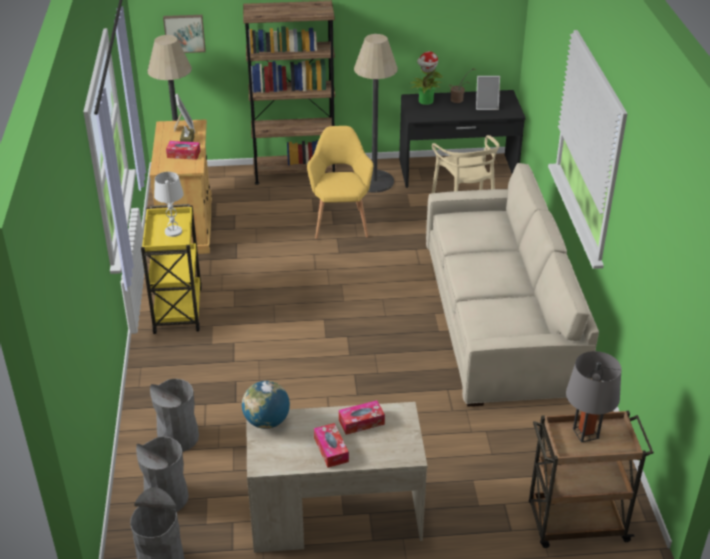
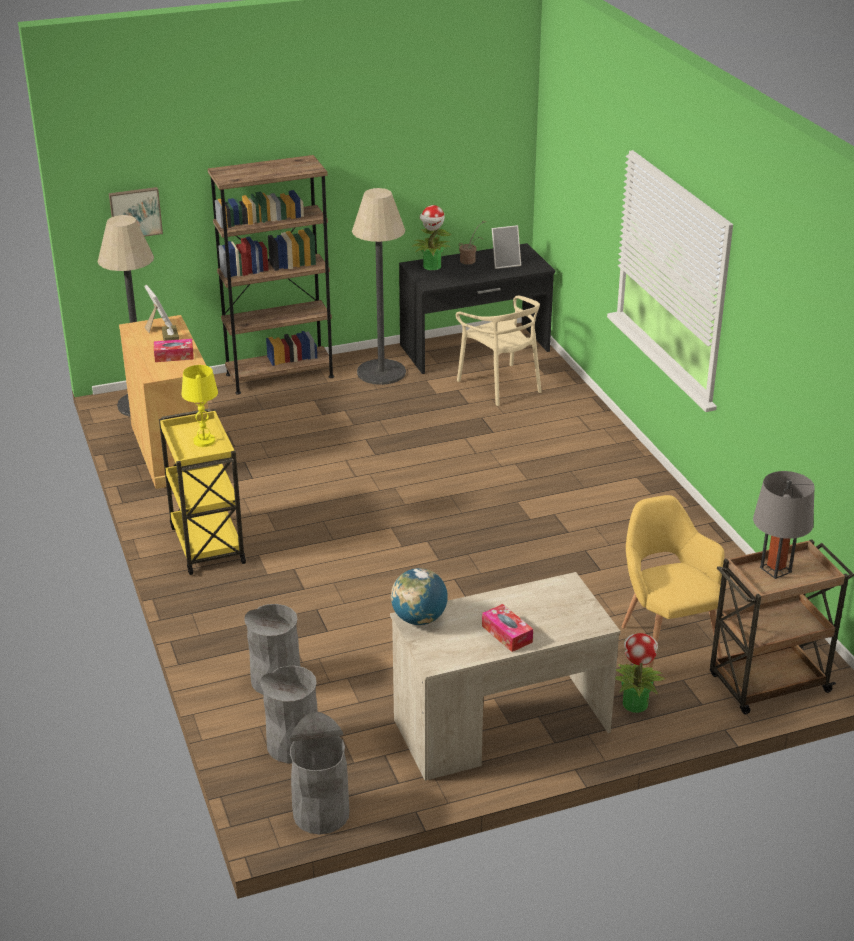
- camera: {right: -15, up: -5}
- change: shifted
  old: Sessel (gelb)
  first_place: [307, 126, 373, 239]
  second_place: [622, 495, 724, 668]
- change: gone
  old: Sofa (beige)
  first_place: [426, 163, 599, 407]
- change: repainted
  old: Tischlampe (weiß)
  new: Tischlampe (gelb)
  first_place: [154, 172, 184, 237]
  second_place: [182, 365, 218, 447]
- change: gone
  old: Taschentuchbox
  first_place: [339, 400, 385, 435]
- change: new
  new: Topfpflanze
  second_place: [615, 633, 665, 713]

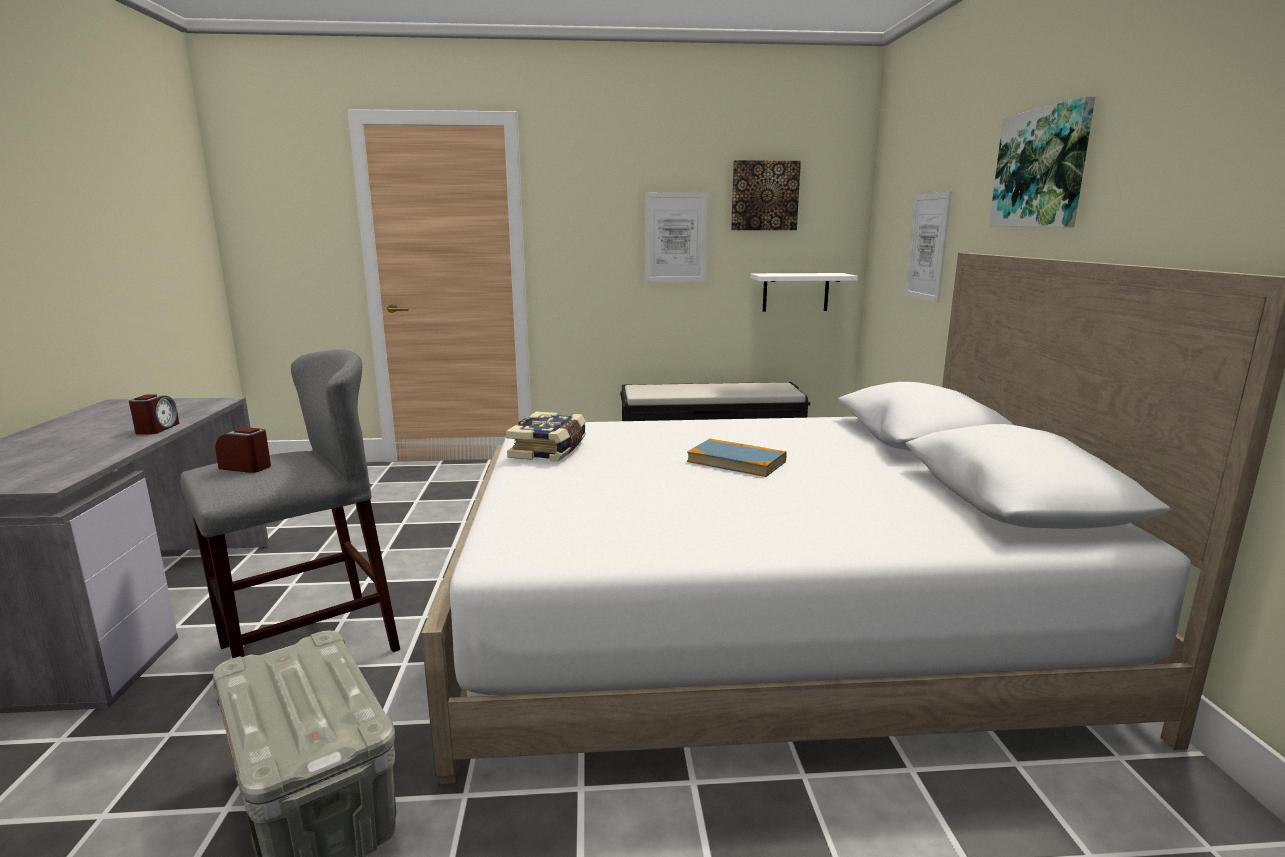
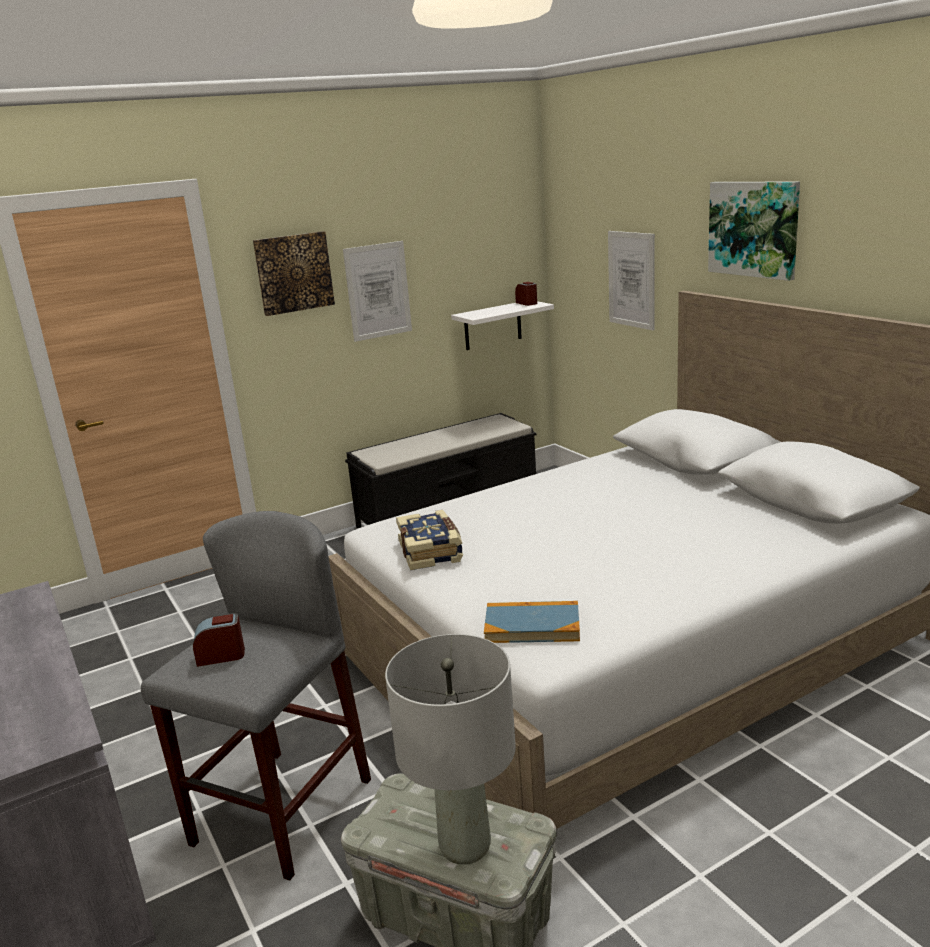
- camera: {right: -25, up: 5}
- change: shifted
  old: Bild
  first_place: [731, 160, 801, 230]
  second_place: [253, 231, 335, 316]
- change: shifted
  old: Wecker
  first_place: [129, 394, 179, 435]
  second_place: [515, 282, 537, 306]
- change: shifted
  old: Buch
  first_place: [687, 439, 787, 477]
  second_place: [484, 601, 580, 643]
- change: new
  new: Tischlampe (grau)
  second_place: [385, 634, 516, 865]

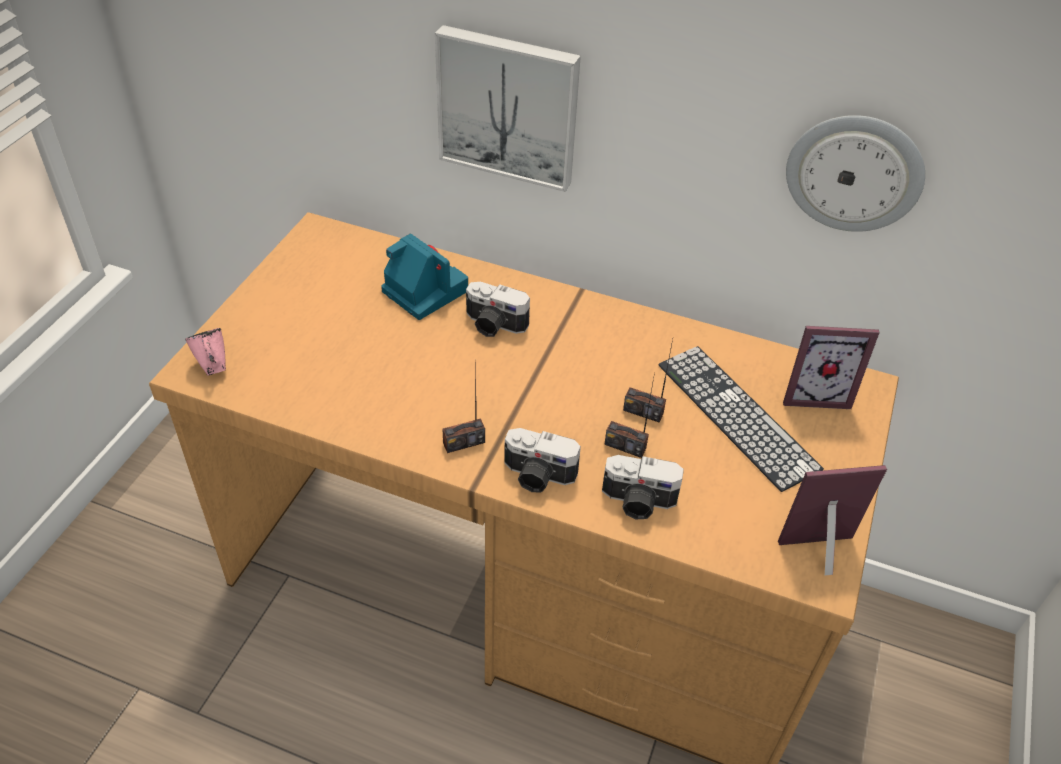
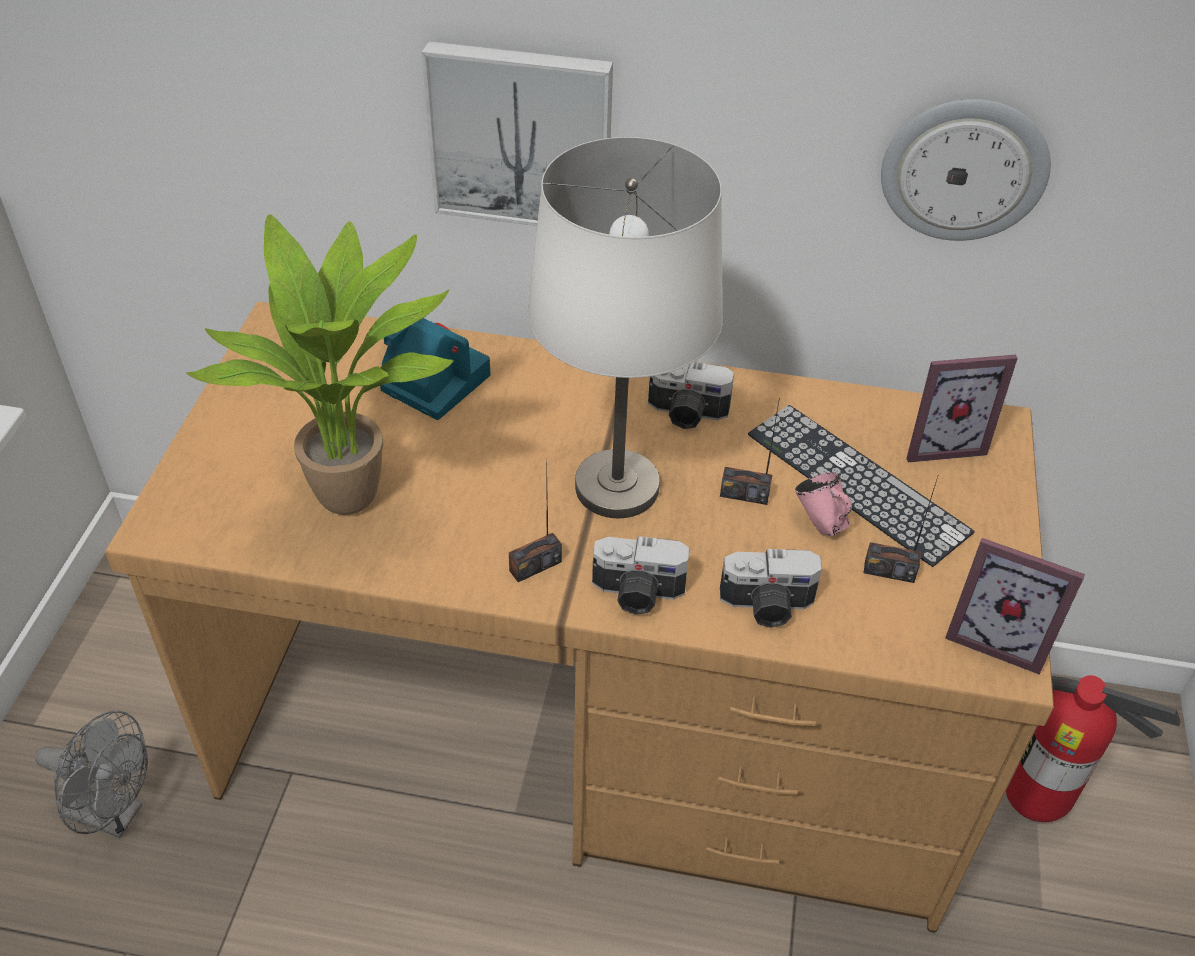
- camera: {right: -10, up: 0}
- change: shifted
  old: Kamera
  first_place: [466, 282, 530, 337]
  second_place: [648, 362, 734, 429]
- change: shifted
  old: Henkelbecher (rosa)
  first_place: [185, 328, 226, 376]
  second_place: [795, 472, 852, 536]
- change: shifted
  old: Radio
  first_place: [604, 372, 655, 458]
  second_place: [864, 477, 938, 583]
- change: rotated
  old: Bilderrahmen
  first_place: [778, 465, 887, 575]
  second_place: [945, 538, 1085, 674]
  degrees: -135
- change: new
  new: Tischlampe (weiß)
  second_place: [528, 137, 723, 518]
- change: new
  new: Topfpflanze
  second_place: [186, 215, 454, 515]
- change: new
  new: Feuerlöscher
  second_place: [1006, 675, 1181, 822]
- change: new
  new: Ventilator (grau)
  second_place: [35, 711, 148, 838]

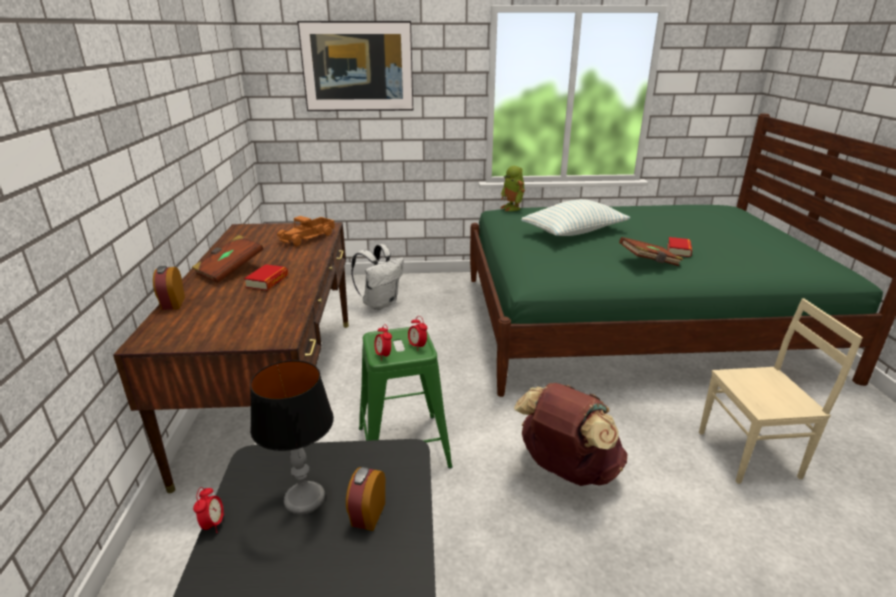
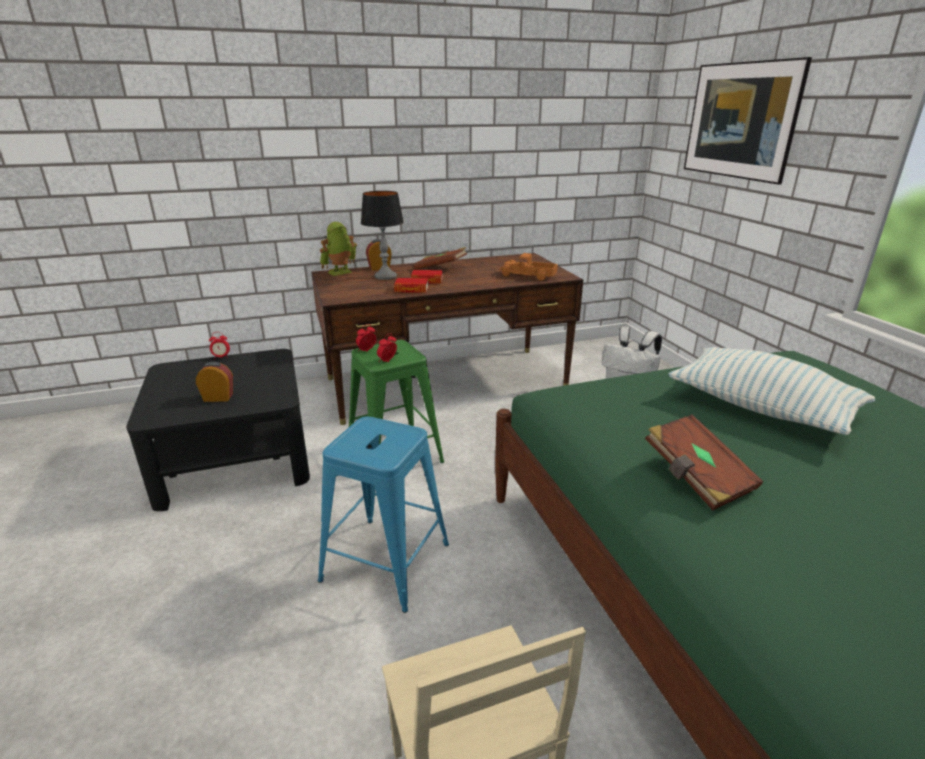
- camera: {right: 75, up: 0}
- change: shifted
  old: Spielzeugroboter
  first_place: [500, 166, 525, 211]
  second_place: [320, 222, 357, 276]
- change: shifted
  old: Buch
  first_place: [667, 237, 692, 257]
  second_place: [394, 278, 429, 293]
- change: shifted
  old: Tischlampe
  first_place: [250, 360, 334, 515]
  second_place: [361, 191, 404, 280]
- change: swapped
  old: Rucksack (braun)
  new: Hocker (blau)
  first_place: [514, 383, 627, 486]
  second_place: [318, 416, 449, 613]

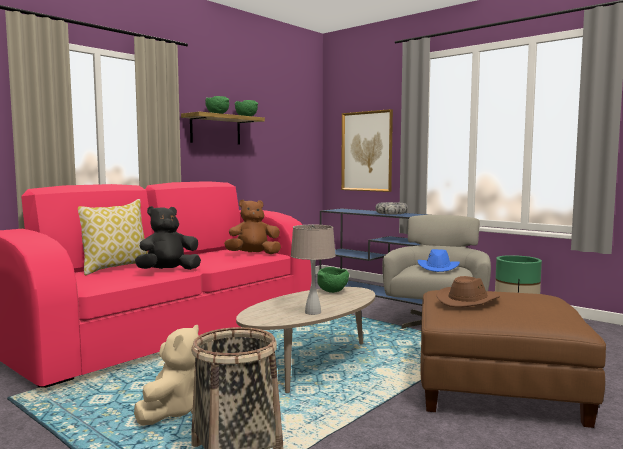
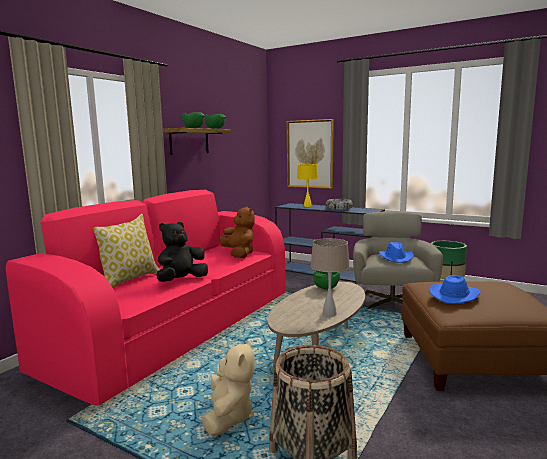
- camera: {right: -10, up: 5}
- change: rotated
  old: Plüschtier (braun)
  first_place: [224, 200, 281, 254]
  second_place: [219, 206, 255, 258]
  degrees: 90
- change: repainted
  old: Hut (braun)
  new: Hut (blau)
  first_place: [436, 276, 500, 307]
  second_place: [429, 275, 481, 304]
- change: new
  new: Tischlampe (gelb)
  second_place: [297, 163, 319, 207]

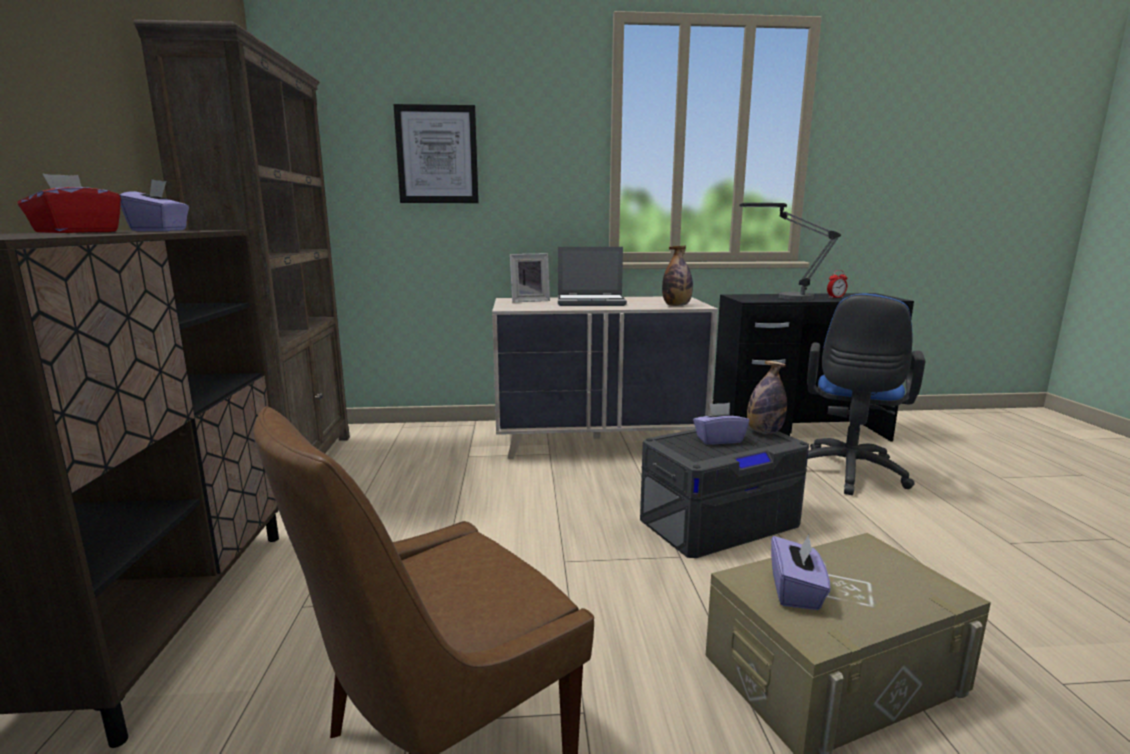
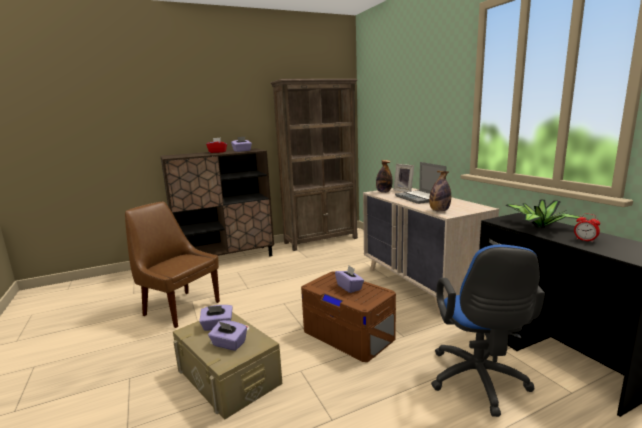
- camera: {right: 70, up: 0}
- change: gone
  old: Bild
  first_place: [393, 104, 479, 203]
- change: swapped
  old: Tischlampe
  new: Topfpflanze
  first_place: [740, 203, 841, 300]
  second_place: [505, 200, 587, 228]
- change: rotated
  old: Bürostuhl (blau)
  first_place: [807, 294, 925, 495]
  second_place: [431, 245, 545, 417]
  degrees: -90
- change: shifted
  old: Flasche
  first_place: [747, 361, 787, 434]
  second_place: [376, 160, 392, 193]
- change: repainted
  old: Aufbewahrungsbox (grau)
  new: Aufbewahrungsbox (braun)
  first_place: [640, 424, 809, 558]
  second_place: [301, 271, 396, 362]
- change: new
  new: Taschentuchbox (lila)
  second_place: [208, 320, 247, 351]

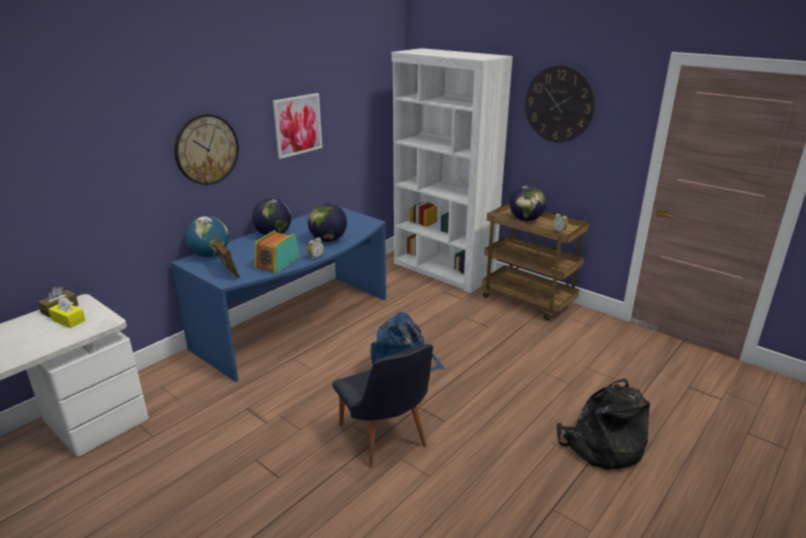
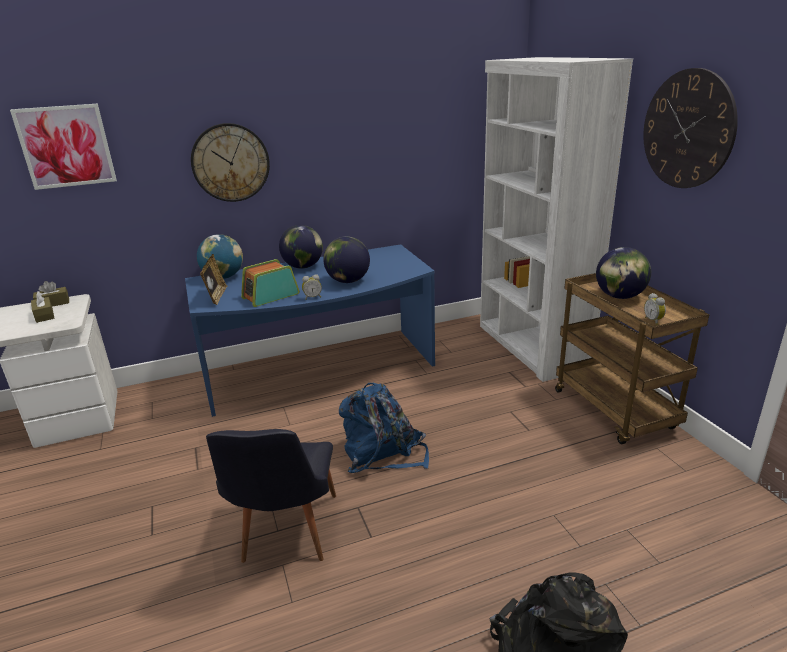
- camera: {right: 30, up: 0}
- change: shifted
  old: Bild
  first_place: [273, 93, 322, 159]
  second_place: [10, 104, 117, 190]
- change: repainted
  old: Taschentuchbox (gelb)
  new: Taschentuchbox (braun)
  first_place: [48, 297, 86, 328]
  second_place: [31, 291, 54, 323]

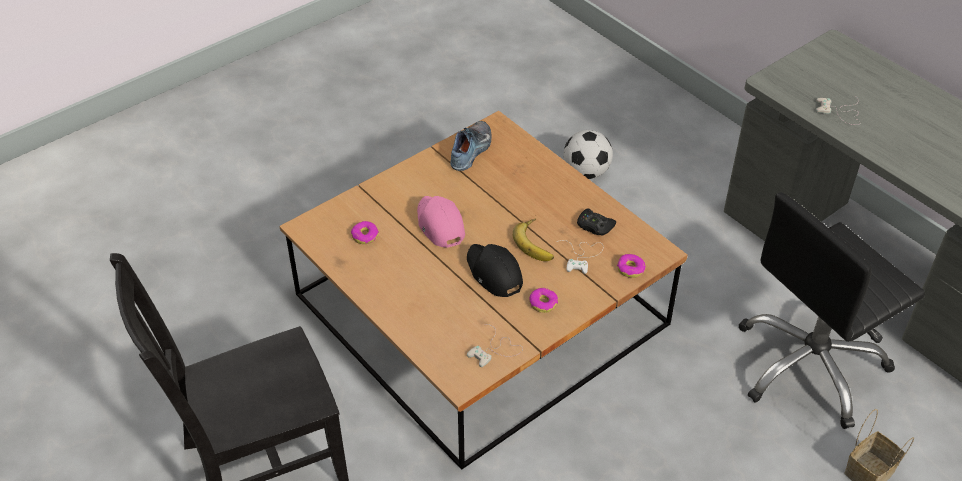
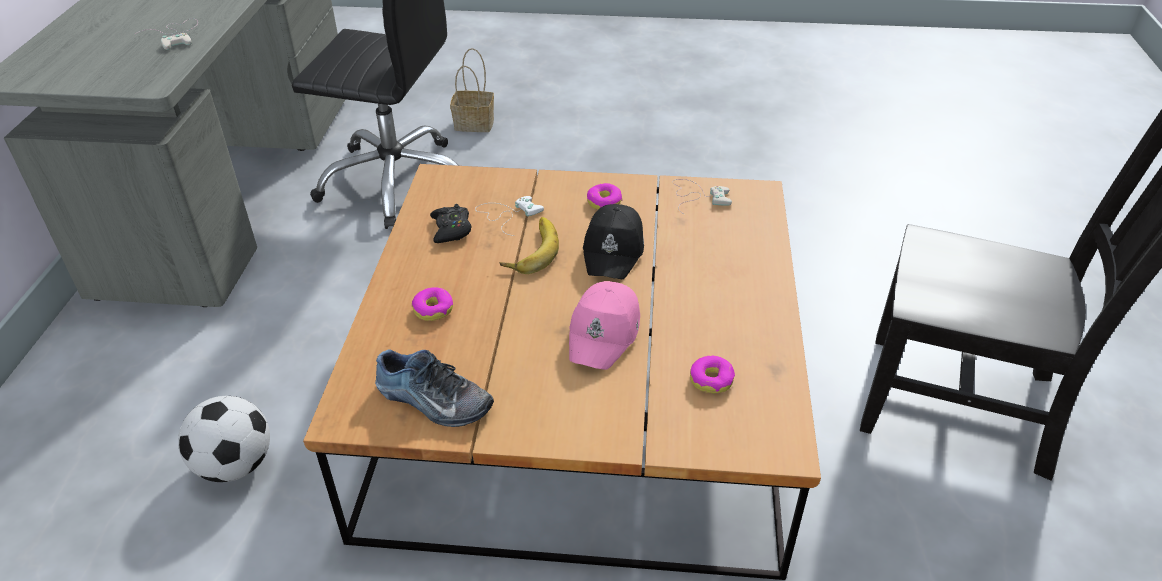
- camera: {right: -135, up: -5}
- change: rotated
  old: Schuh
  first_place: [450, 121, 492, 171]
  second_place: [375, 349, 494, 427]
  degrees: -135
- change: shifted
  old: Donut
  first_place: [617, 254, 646, 278]
  second_place: [412, 287, 453, 321]

